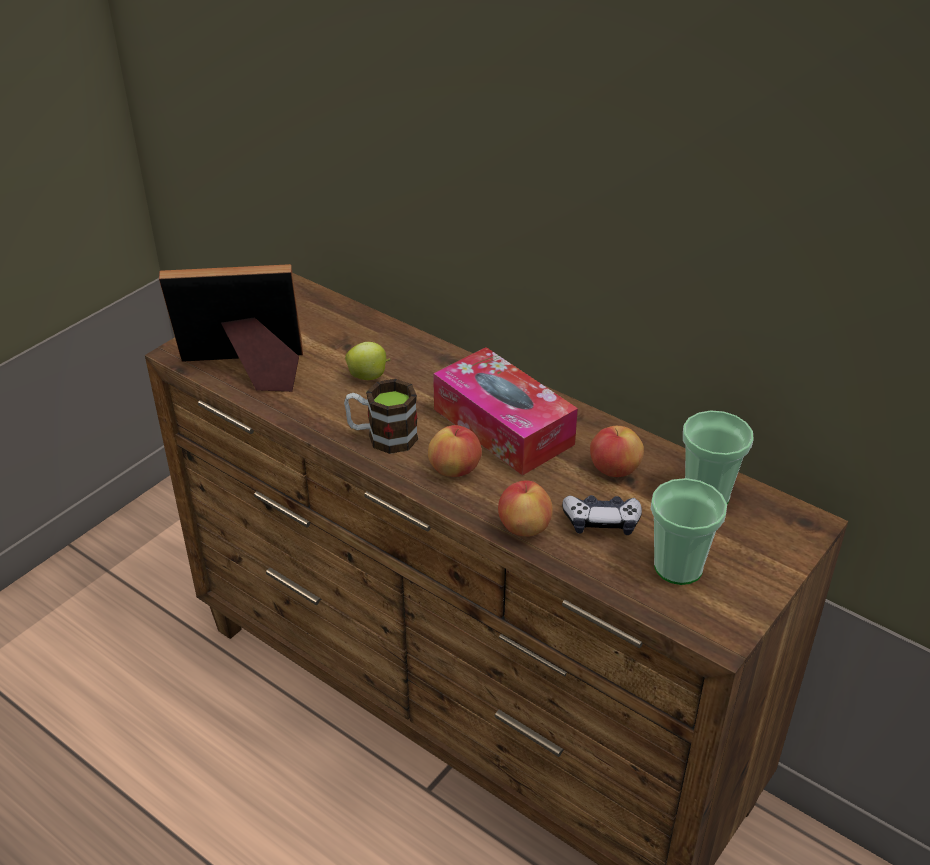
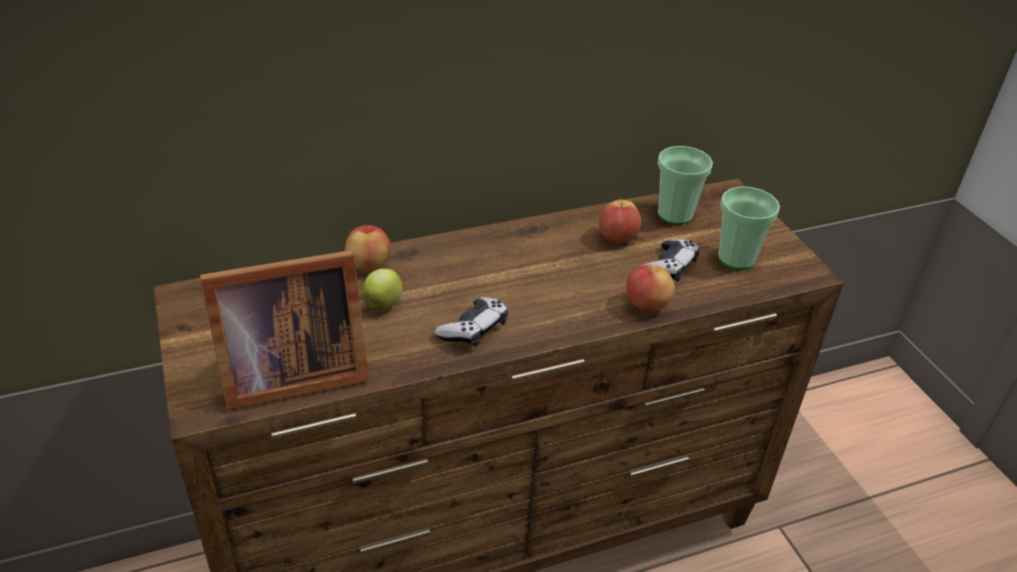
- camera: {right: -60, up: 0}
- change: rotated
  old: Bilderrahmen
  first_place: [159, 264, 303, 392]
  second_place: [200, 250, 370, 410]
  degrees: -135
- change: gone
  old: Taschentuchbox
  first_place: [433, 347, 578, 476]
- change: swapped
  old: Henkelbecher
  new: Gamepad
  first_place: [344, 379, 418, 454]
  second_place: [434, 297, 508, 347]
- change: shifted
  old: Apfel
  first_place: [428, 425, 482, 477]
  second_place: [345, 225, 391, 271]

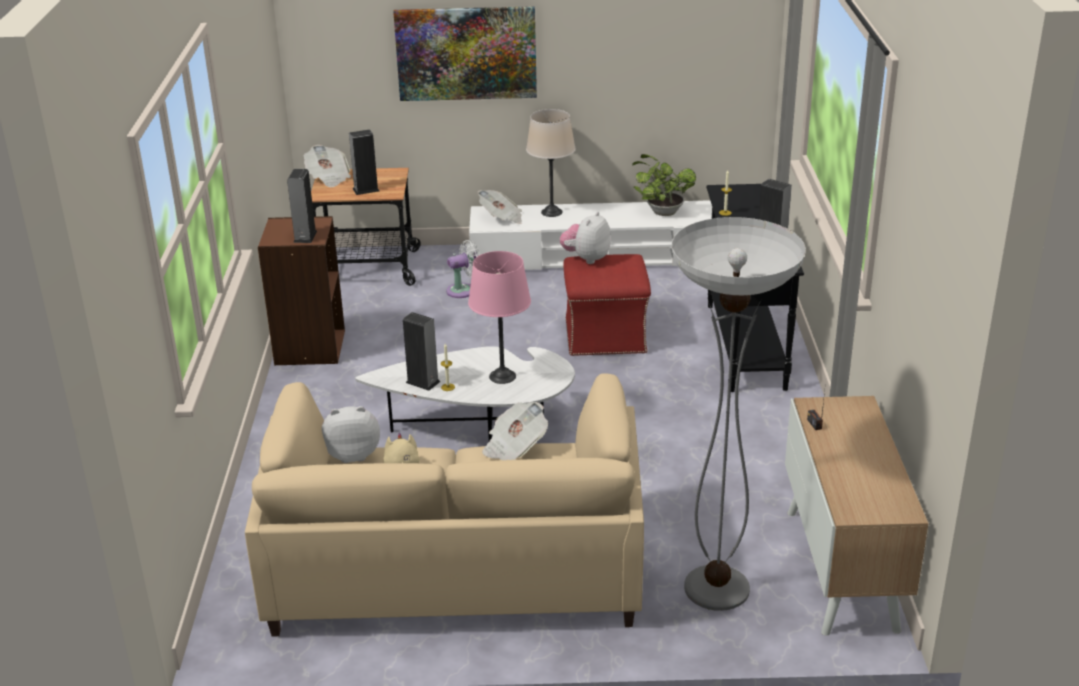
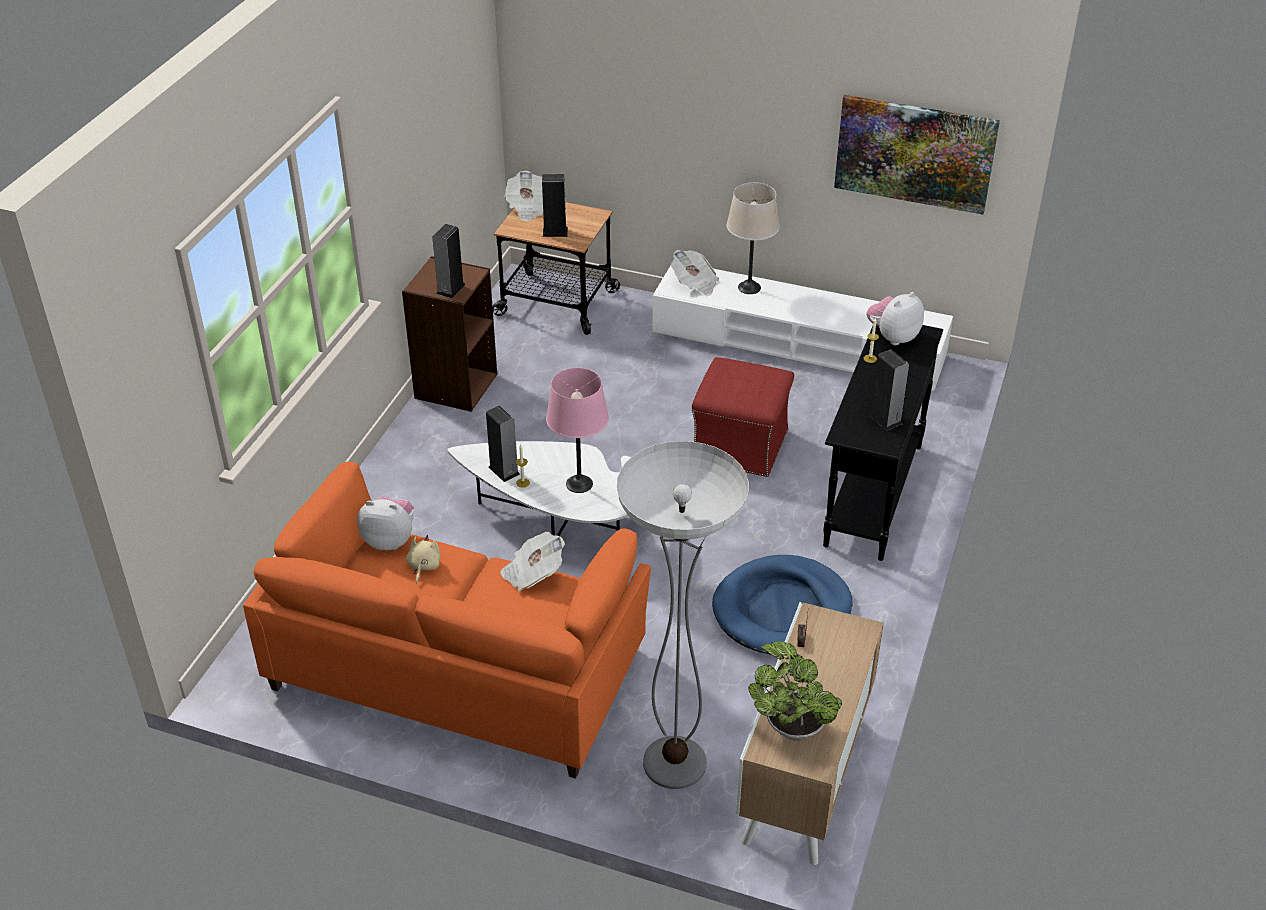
- camera: {right: 20, up: 10}
- change: shifted
  old: Bild
  first_place: [393, 6, 537, 101]
  second_place: [834, 95, 1000, 214]
- change: shifted
  old: Topfpflanze
  first_place: [632, 154, 696, 216]
  second_place: [748, 641, 842, 741]
- change: shifted
  old: Plüschtier
  first_place: [560, 212, 611, 264]
  second_place: [867, 292, 924, 345]
- change: gone
  old: Ventilator (weiß)
  first_place: [446, 240, 480, 298]
- change: repainted
  old: Sofa (beige)
  new: Sofa (orange)
  first_place: [245, 373, 644, 637]
  second_place: [243, 462, 651, 779]
- change: new
  new: Hundebett (blau)
  second_place: [712, 555, 853, 655]

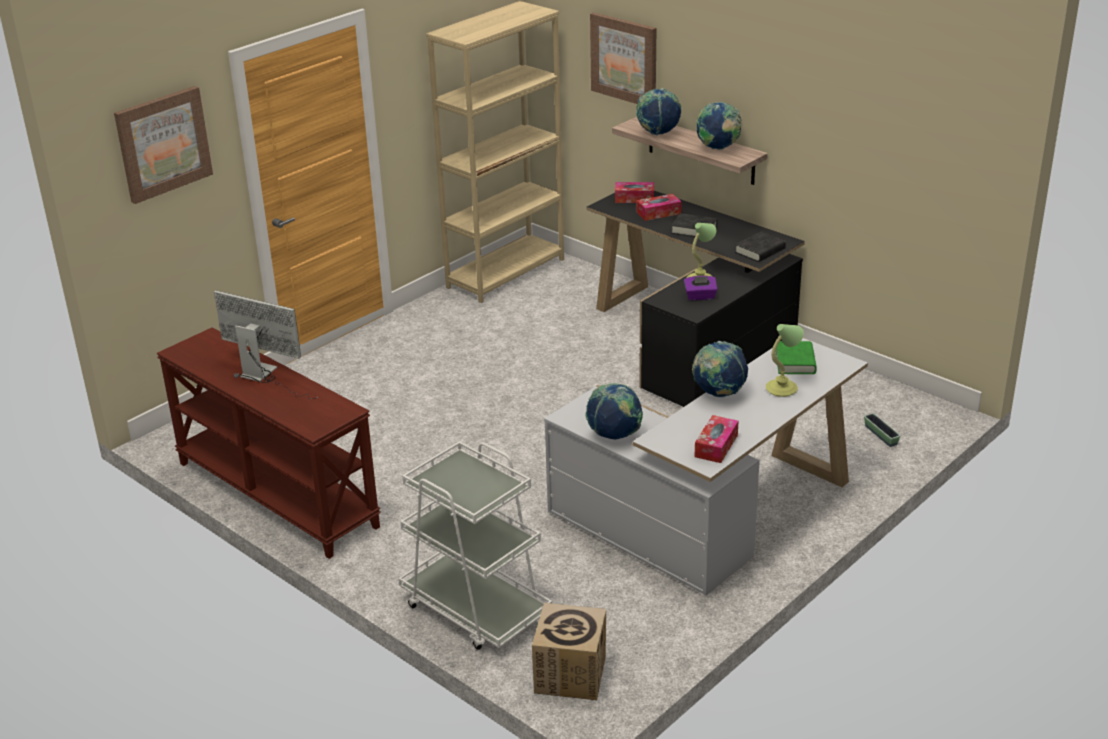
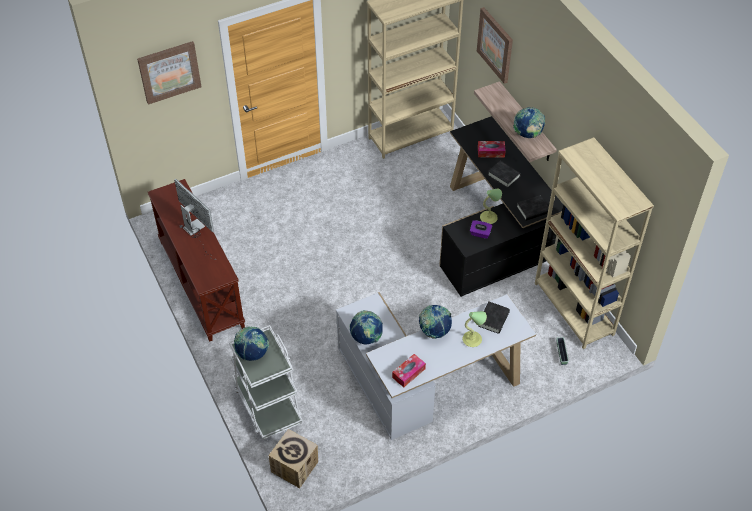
- camera: {right: 20, up: 20}
- change: shifted
  old: Globus
  first_place: [636, 88, 682, 135]
  second_place: [234, 326, 269, 361]
- change: gone
  old: Taschentuchbox
  first_place: [615, 182, 654, 203]
- change: repainted
  old: Buch (grün)
  new: Buch (schwarz)
  first_place: [776, 341, 817, 374]
  second_place: [478, 302, 510, 334]
- change: new
  new: Bücherregal (beige)
  second_place: [535, 137, 654, 349]

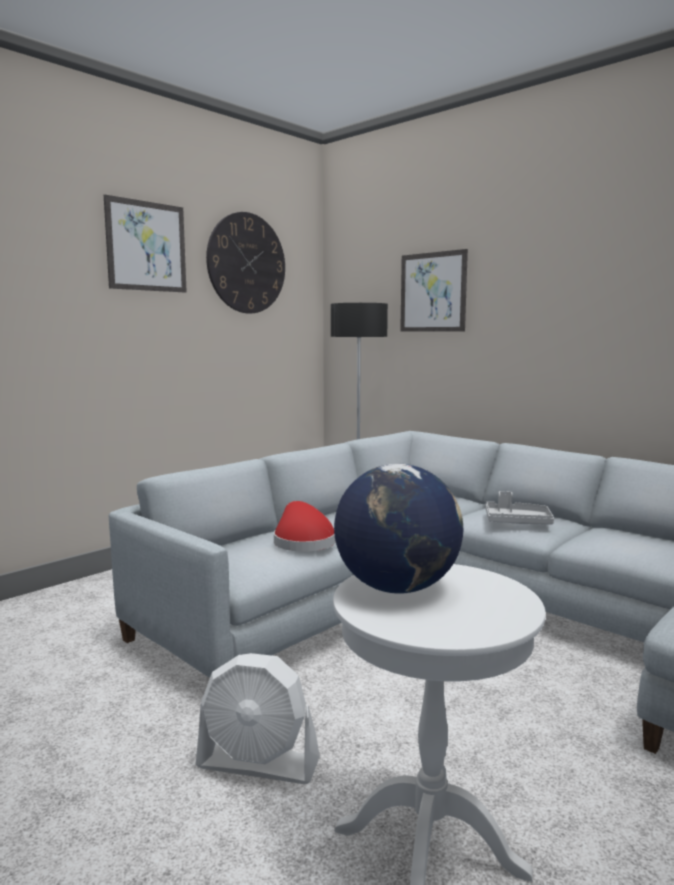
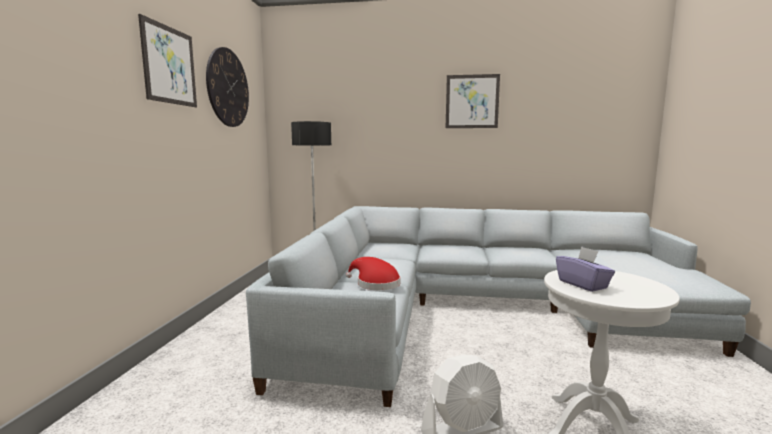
- camera: {right: -35, up: 0}
- change: shifted
  old: Bild
  first_place: [400, 249, 468, 332]
  second_place: [446, 74, 500, 128]
- change: swapped
  old: Globus
  new: Taschentuchbox (lila)
  first_place: [334, 464, 463, 594]
  second_place: [556, 246, 615, 292]
- change: gone
  old: Tablett (grau)
  first_place: [486, 491, 554, 525]

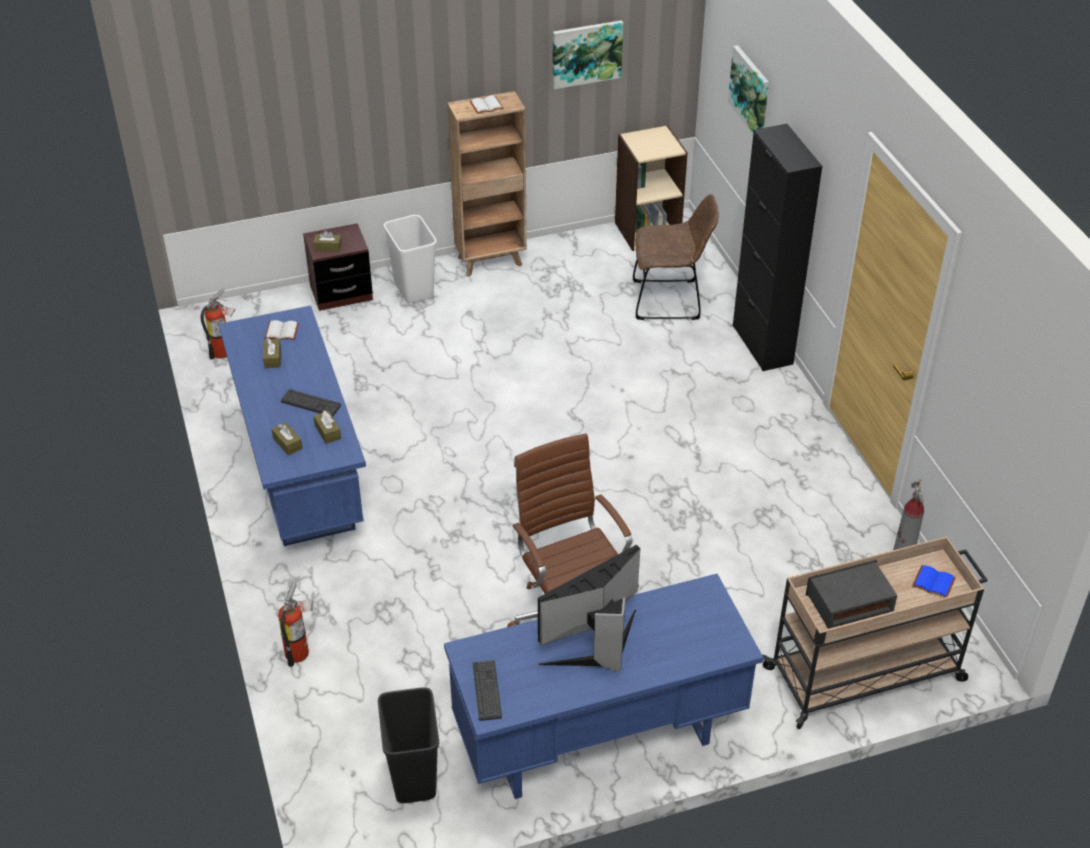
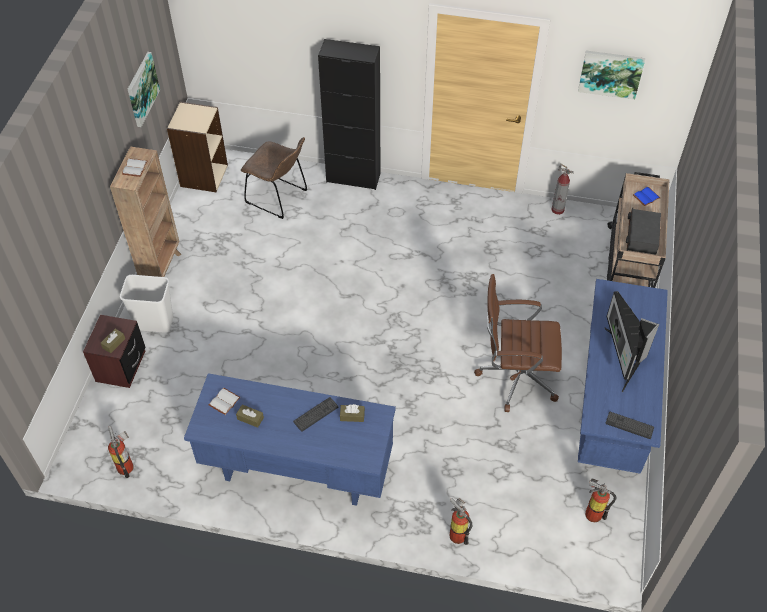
- camera: {right: -60, up: 10}
- change: shifted
  old: Bild
  first_place: [728, 45, 769, 133]
  second_place: [578, 51, 645, 100]
- change: rotated
  old: Stuhl (braun)
  first_place: [633, 194, 719, 320]
  second_place: [241, 137, 307, 219]
  degrees: 90
- change: gone
  old: Taschentuchbox (braun)
  first_place: [272, 422, 303, 456]
- change: swapped
  old: Mülleimer (schwarz)
  new: Feuerlöscher
  first_place: [378, 687, 439, 803]
  second_place: [585, 478, 617, 522]

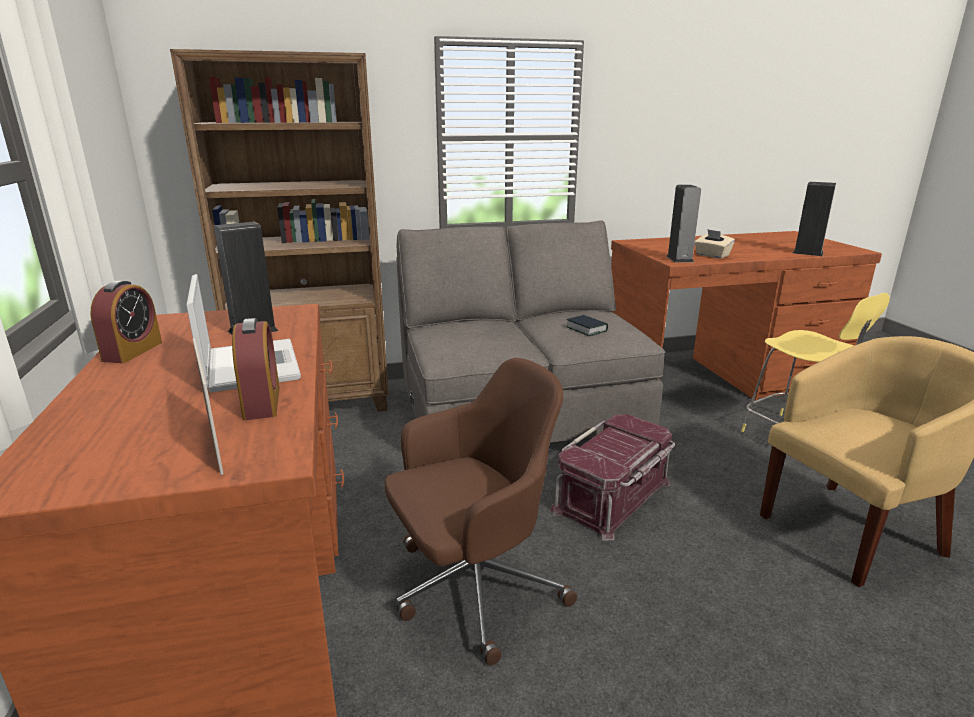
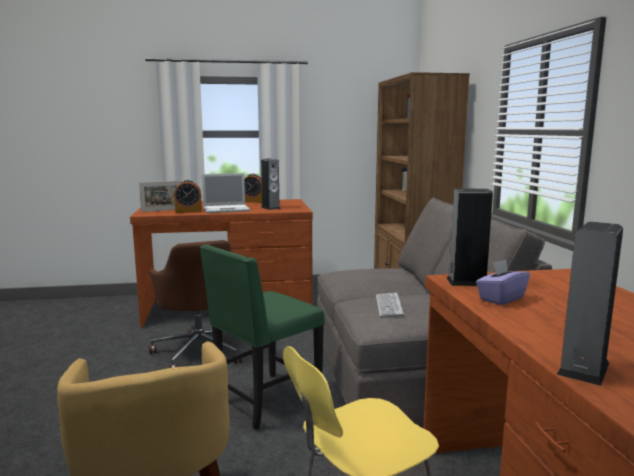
- camera: {right: 95, up: -10}
- change: repainted
  old: Taschentuchbox (beige)
  new: Taschentuchbox (lila)
  first_place: [695, 229, 735, 259]
  second_place: [476, 259, 530, 305]
- change: swapped
  old: Buch
  new: Tastatur
  first_place: [566, 315, 608, 336]
  second_place: [376, 293, 404, 317]
- change: swapped
  old: Aufbewahrungsbox (rot)
  new: Stuhl (grün)
  first_place: [550, 414, 675, 541]
  second_place: [200, 244, 325, 430]

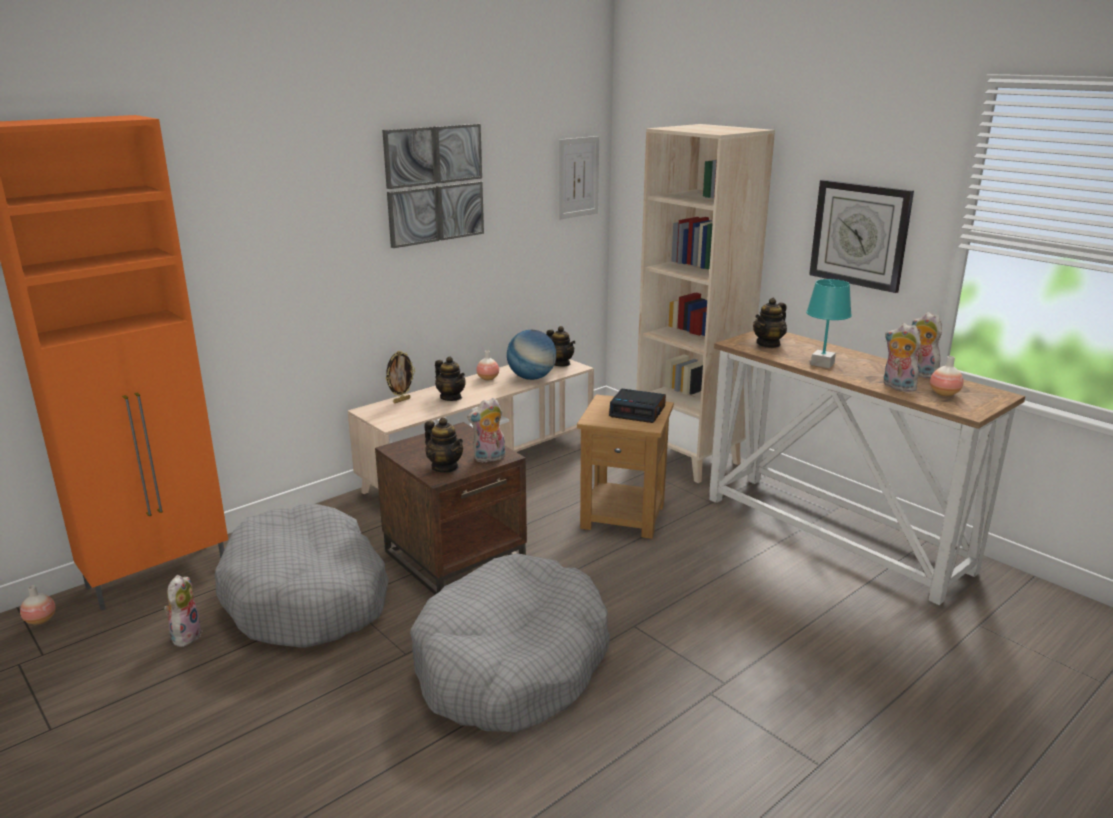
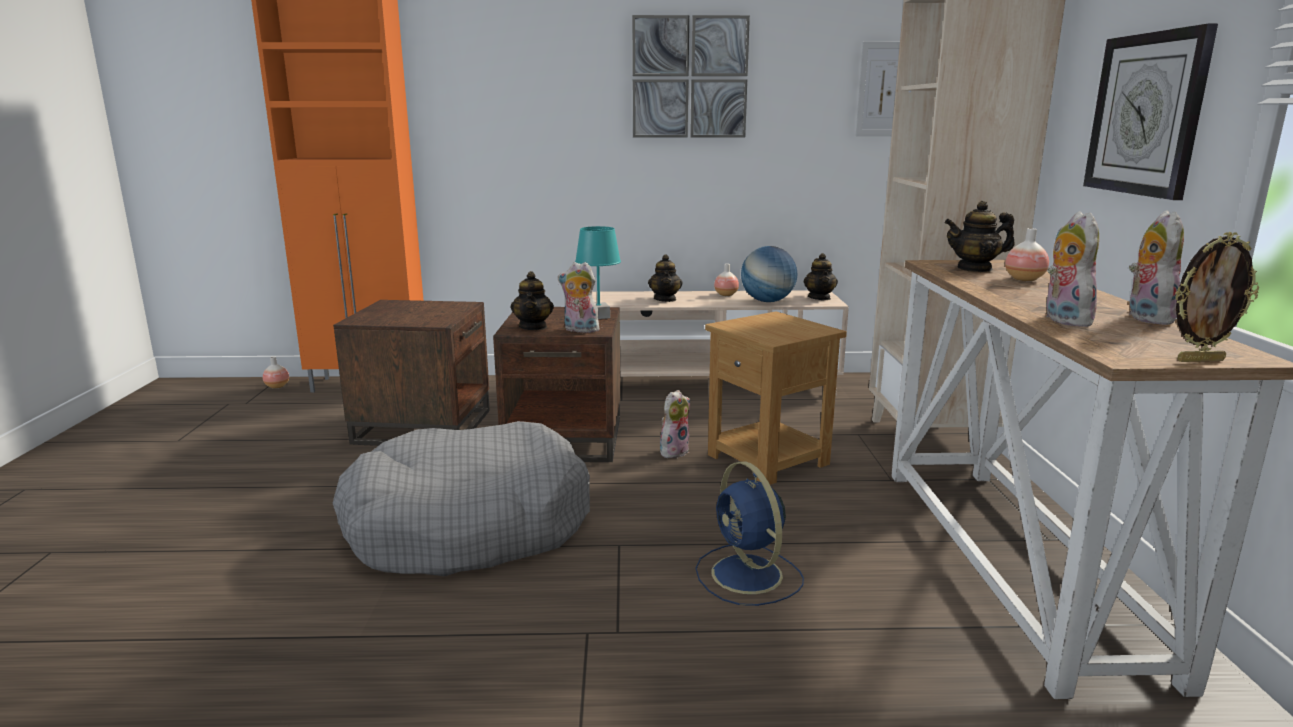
- camera: {right: 40, up: -5}
- change: shifted
  old: Tischlampe (türkis)
  first_place: [806, 279, 852, 368]
  second_place: [575, 226, 621, 319]
- change: shifted
  old: Bilderrahmen
  first_place: [386, 351, 415, 403]
  second_place: [1175, 232, 1259, 362]
- change: shifted
  old: Vase
  first_place: [930, 356, 963, 397]
  second_place: [1005, 228, 1049, 281]
- change: gone
  old: Wecker
  first_place: [609, 389, 666, 423]
- change: swapped
  old: Hundebett (grau)
  new: Beistelltisch (braun)
  first_place: [215, 504, 389, 648]
  second_place: [333, 300, 490, 446]
- change: shifted
  old: Plüschtier
  first_place: [164, 575, 202, 647]
  second_place: [660, 390, 690, 458]
- change: new
  new: Ventilator (blau)
  second_place: [696, 461, 804, 606]

